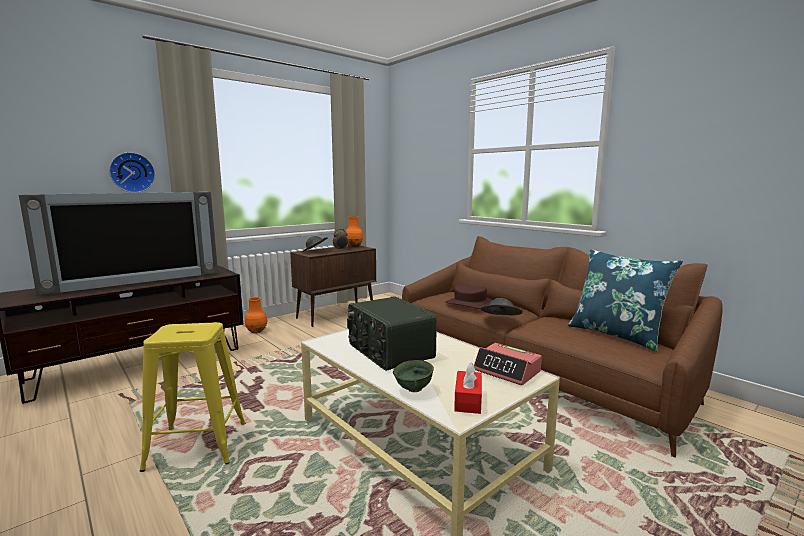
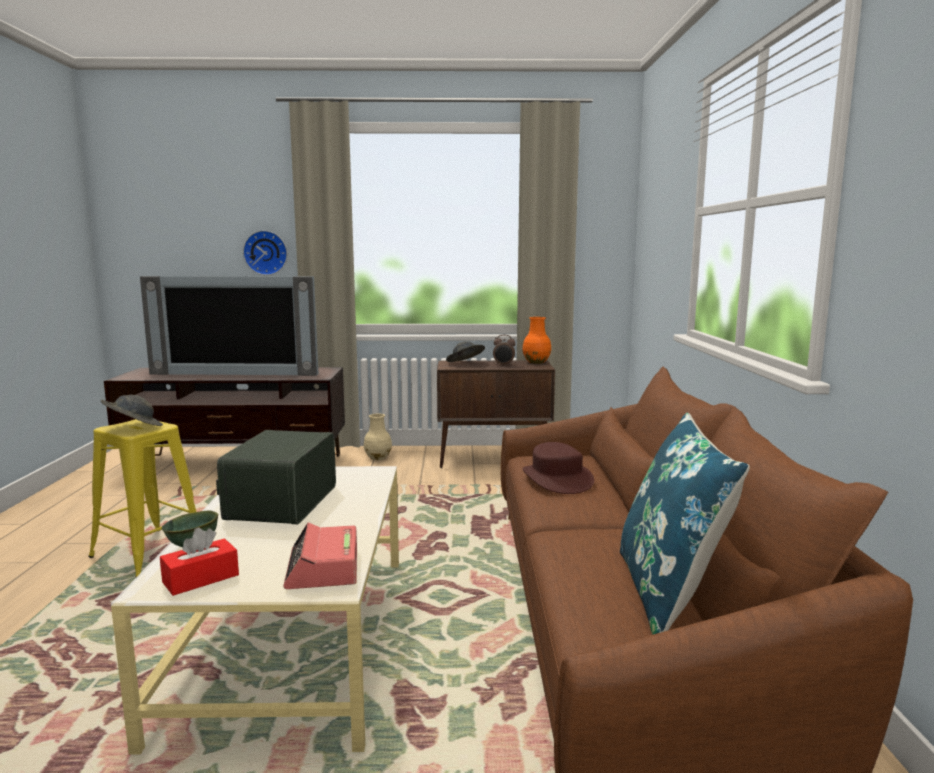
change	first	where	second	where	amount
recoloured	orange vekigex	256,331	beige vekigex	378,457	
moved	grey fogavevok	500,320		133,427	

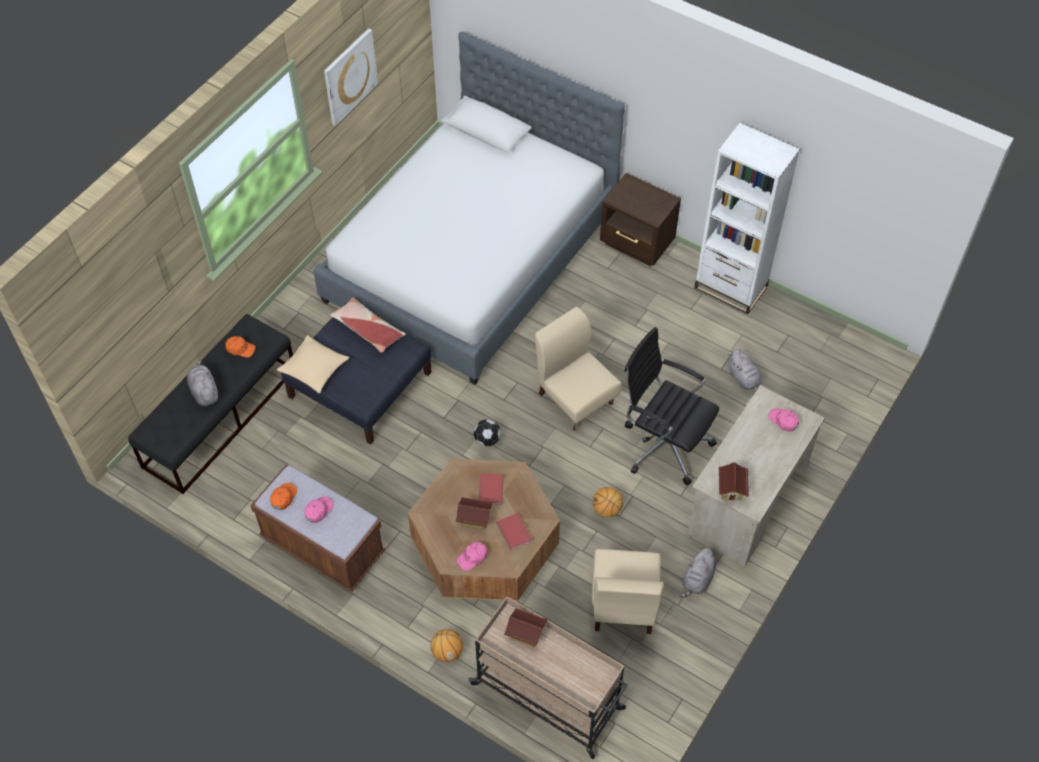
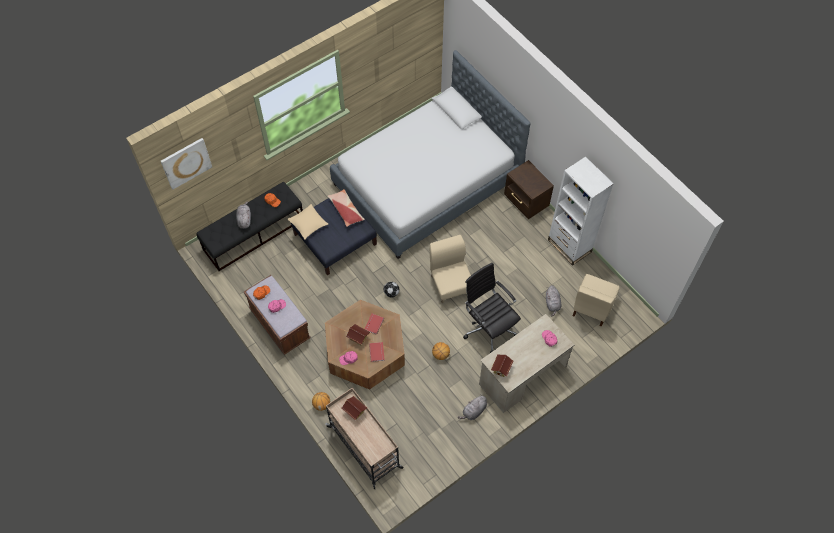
change	first	where	second	where	amount
moved	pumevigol	349,76		186,163	
moved	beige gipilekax	623,604		592,307	

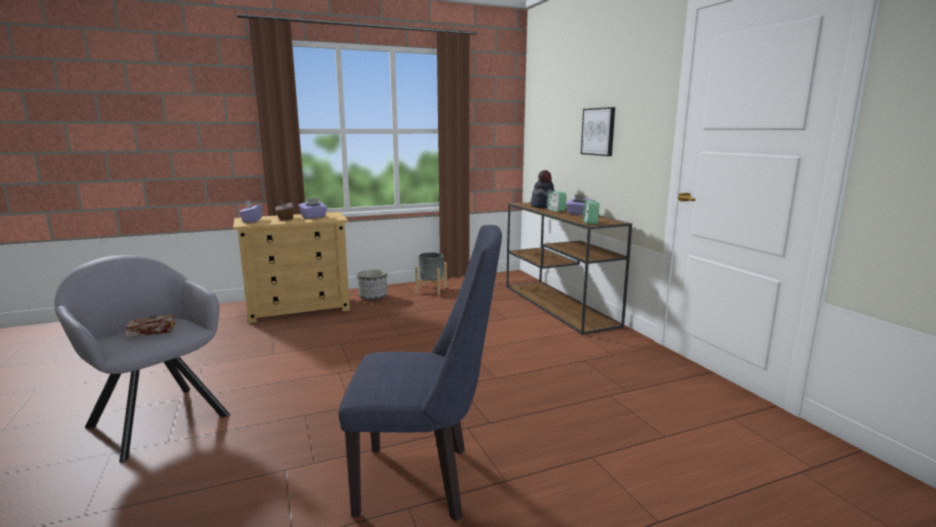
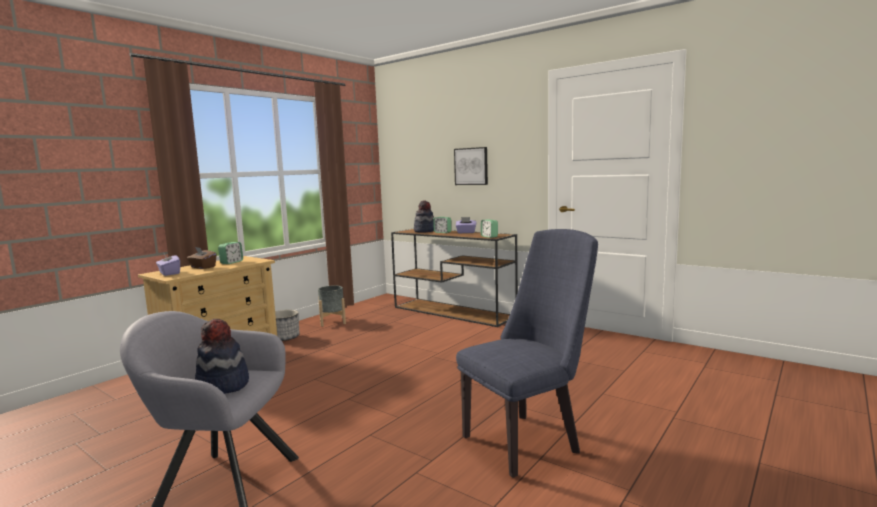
change	first	where	second	where	amount
replaced	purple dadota	314,217	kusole	231,262	
replaced	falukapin	149,331	fogavevok	222,385	

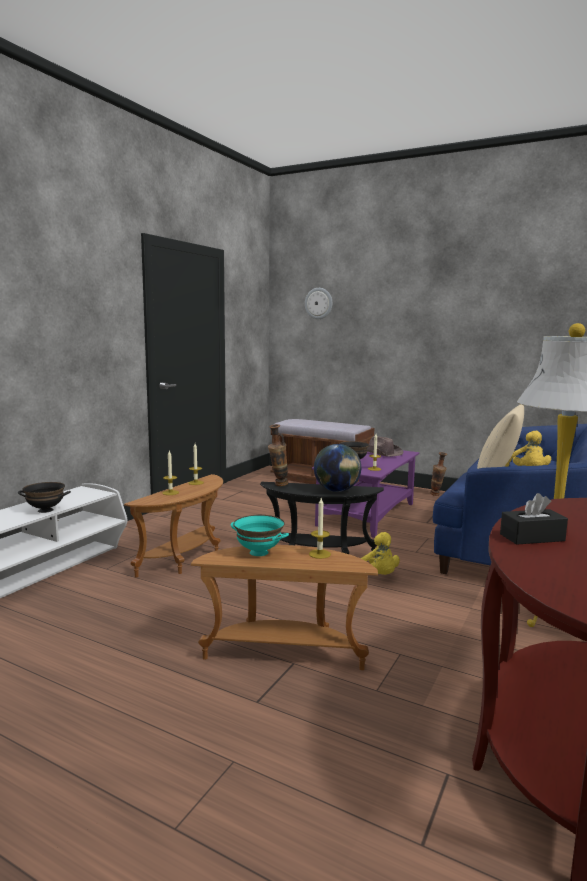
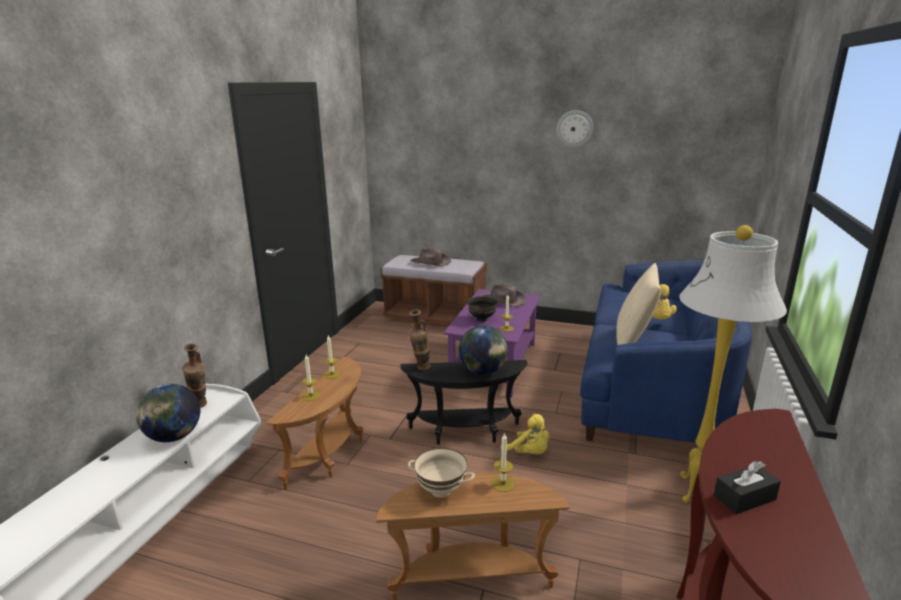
change	first	where	second	where	amount
moved	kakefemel	318,303		575,129	
moved	vekigex	437,495		201,406	
replaced	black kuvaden	45,510	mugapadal	174,437	
recoloured	turquoise kuvaden	258,552	beige kuvaden	440,491	
added			brown fogavevok	431,262	

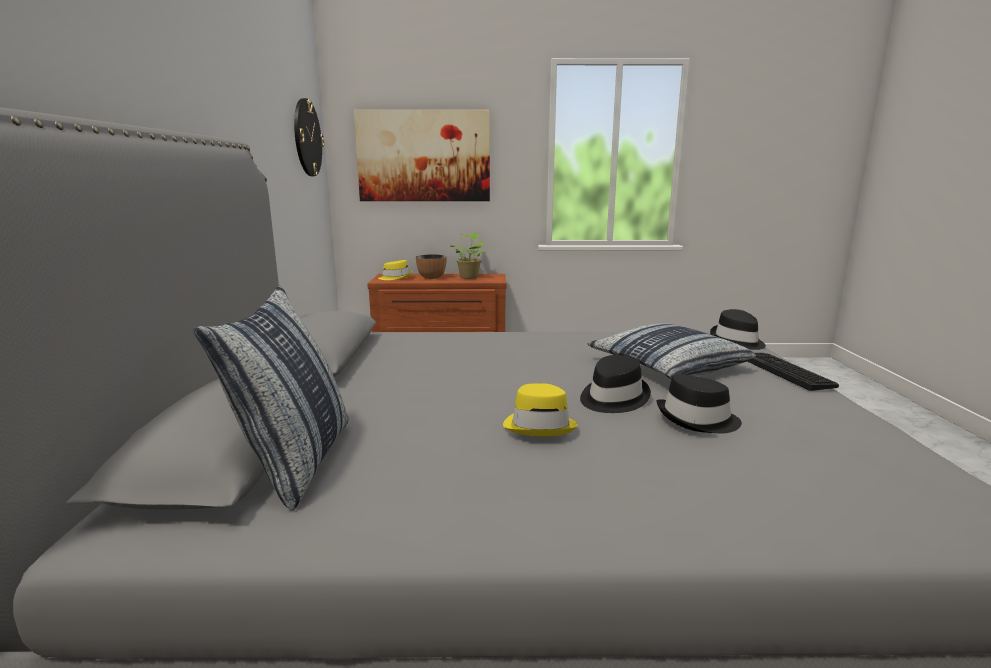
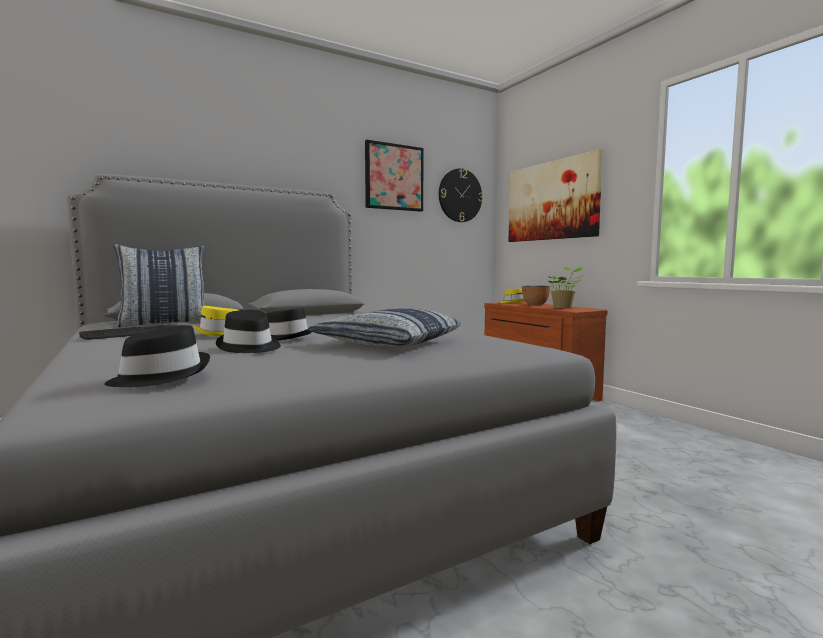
change	first	where	second	where	amount
moved	black fogavevok	737,341		160,376	
moved	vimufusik	786,371		130,334	
added			pumevigol	394,177	

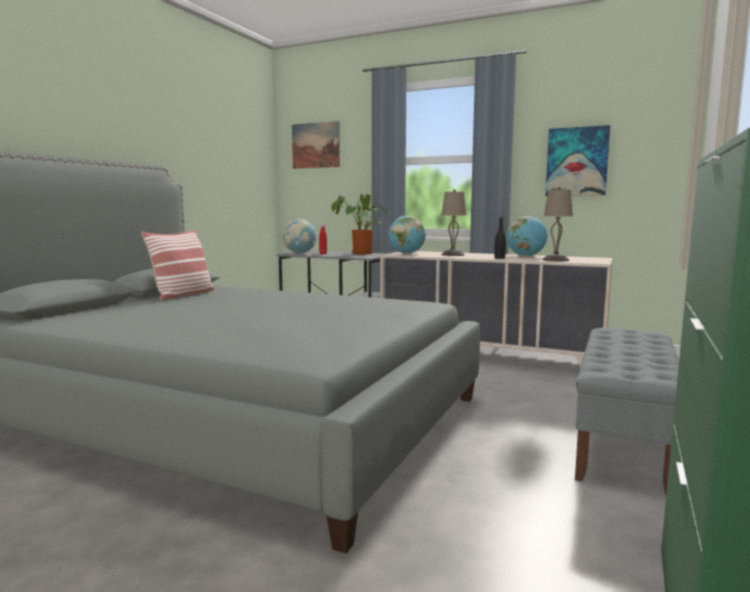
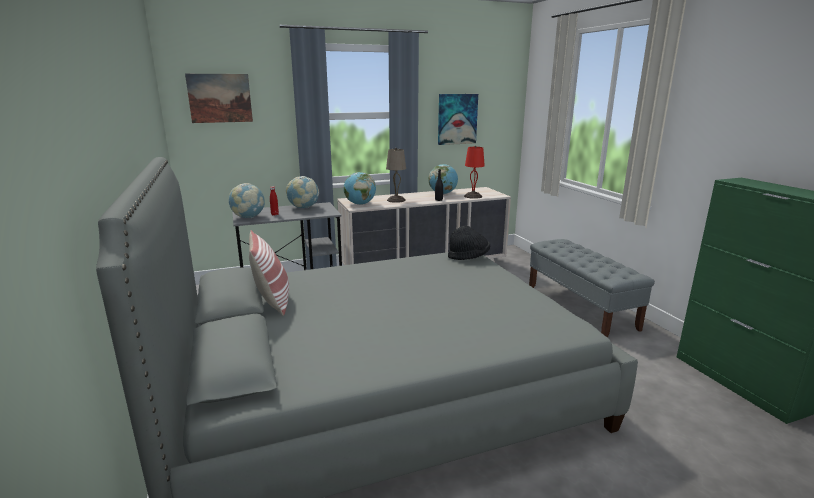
change	first	where	second	where	amount
recoloured	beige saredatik	555,260	red saredatik	472,196	
replaced	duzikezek	359,253	mugapadal	303,208	
added			black fogavevok	468,257	

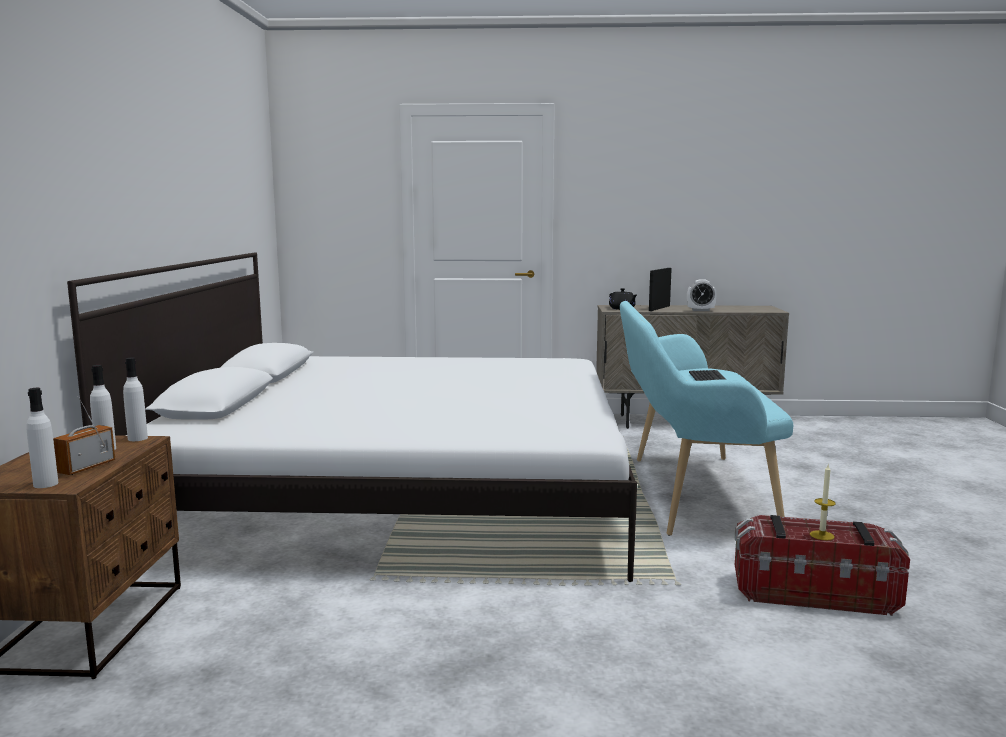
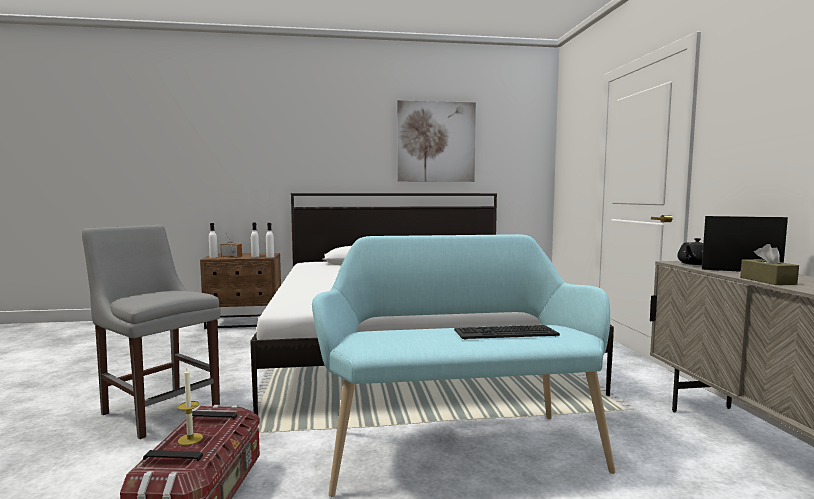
change	first	where	second	where	amount
replaced	kusole	700,310	brown dadota	767,281	
added			pumevigol	436,142	
added			grey gipilekax	159,409	

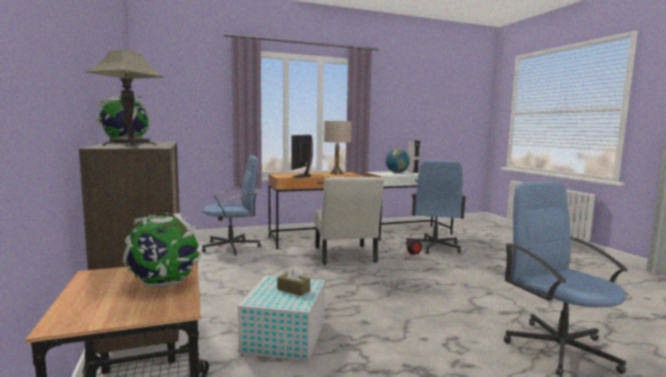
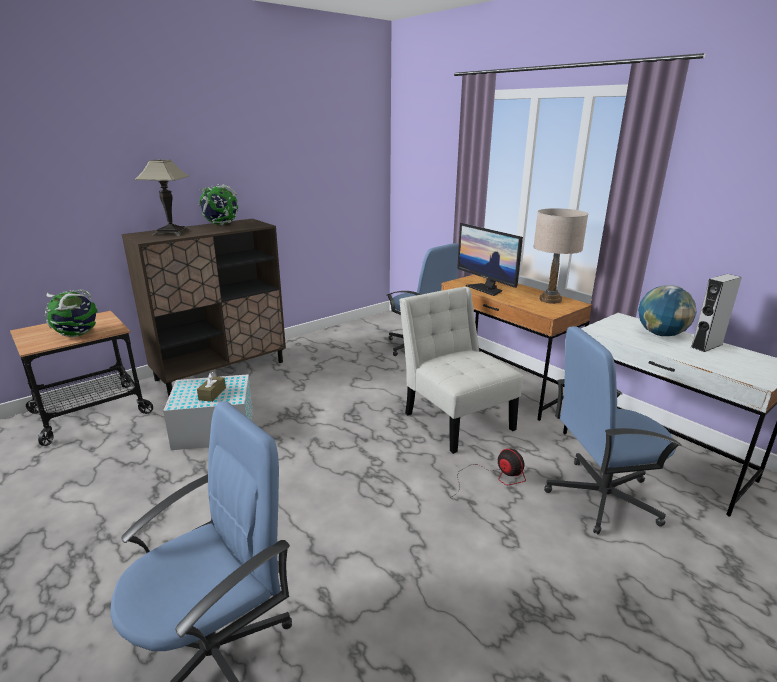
change	first	where	second	where	amount
turned	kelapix	303,176		486,289	120 degrees counterclockwise
turned	white gipilekax	345,256		455,418	90 degrees clockwise

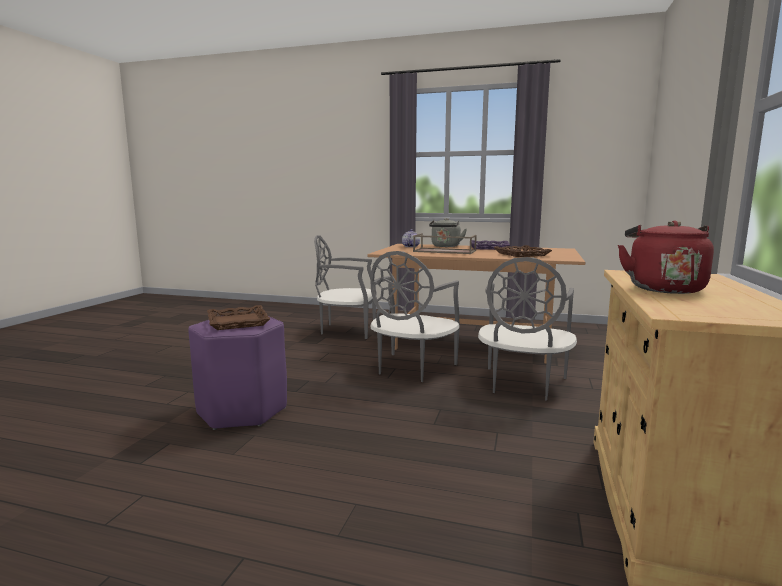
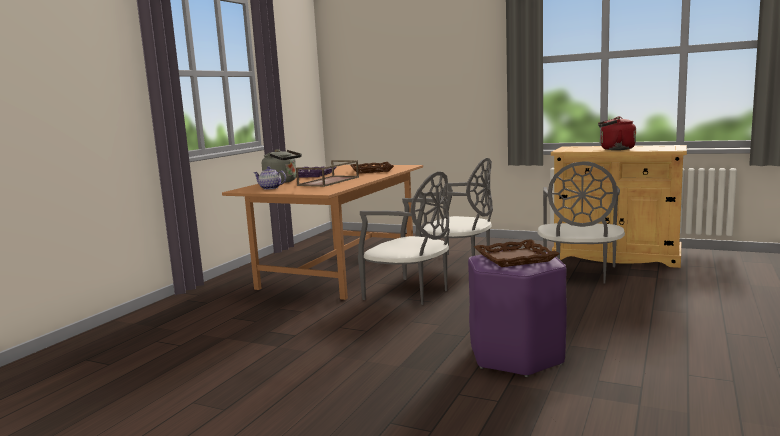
change	first	where	second	where	amount
moved	grey gipilekax	347,329		579,274	

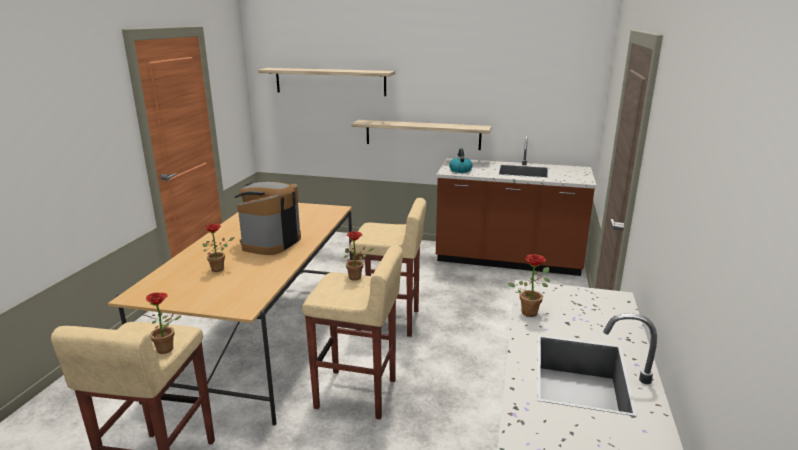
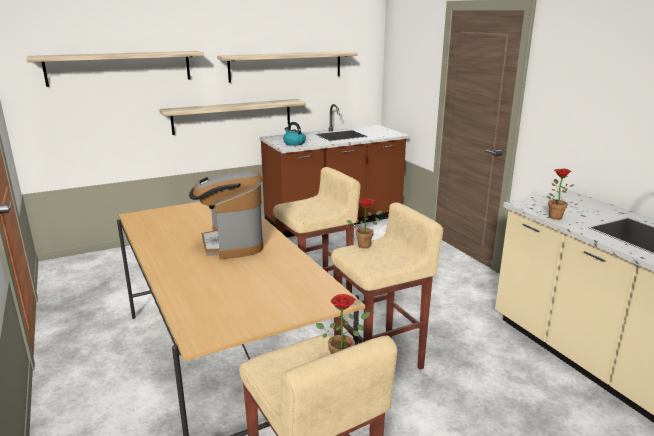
change	first	where	second	where	amount
removed	duzikezek	220,268			
added			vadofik	286,66	

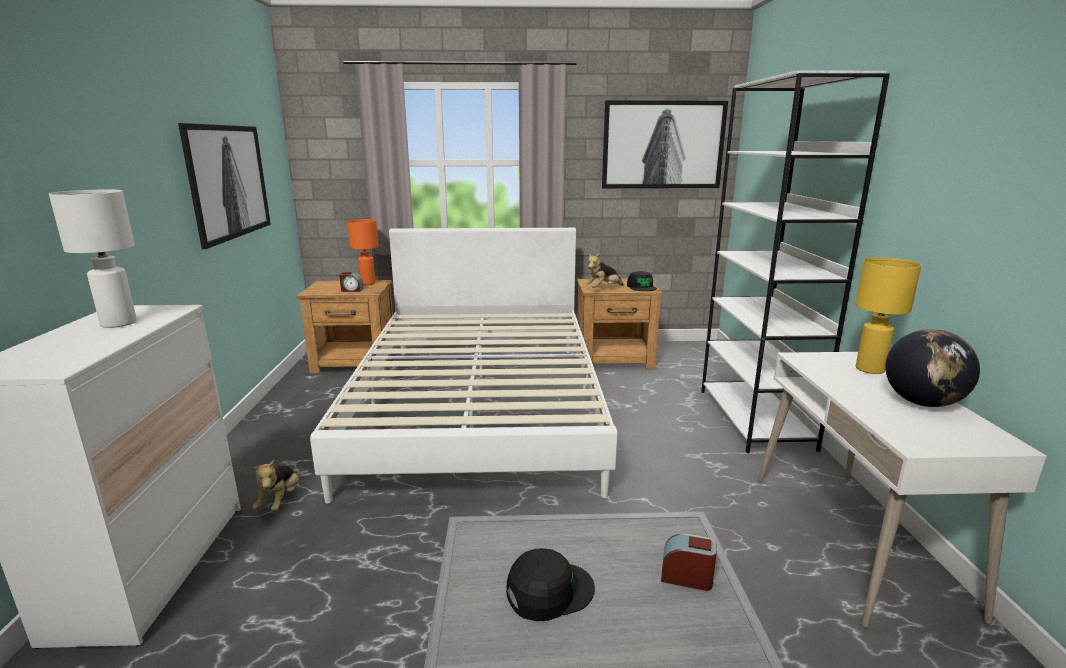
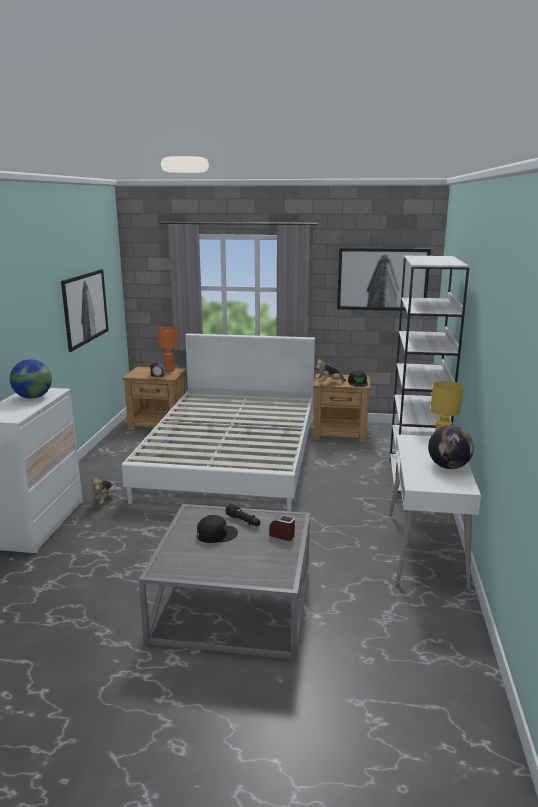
change	first	where	second	where	amount
replaced	white saredatik	120,323	mugapadal	33,397	
added			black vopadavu	243,521	

